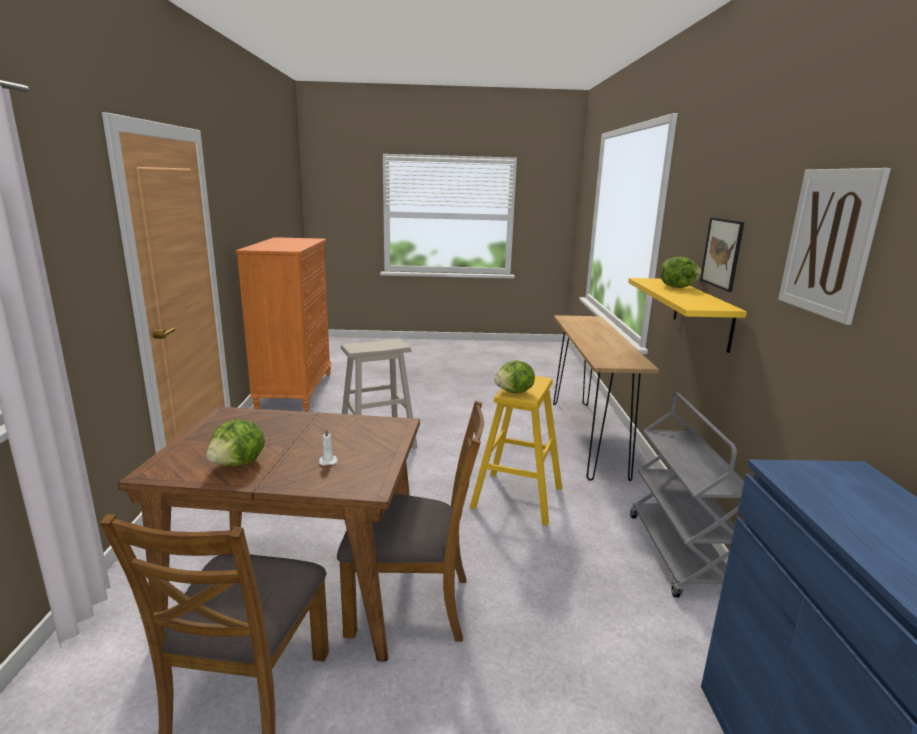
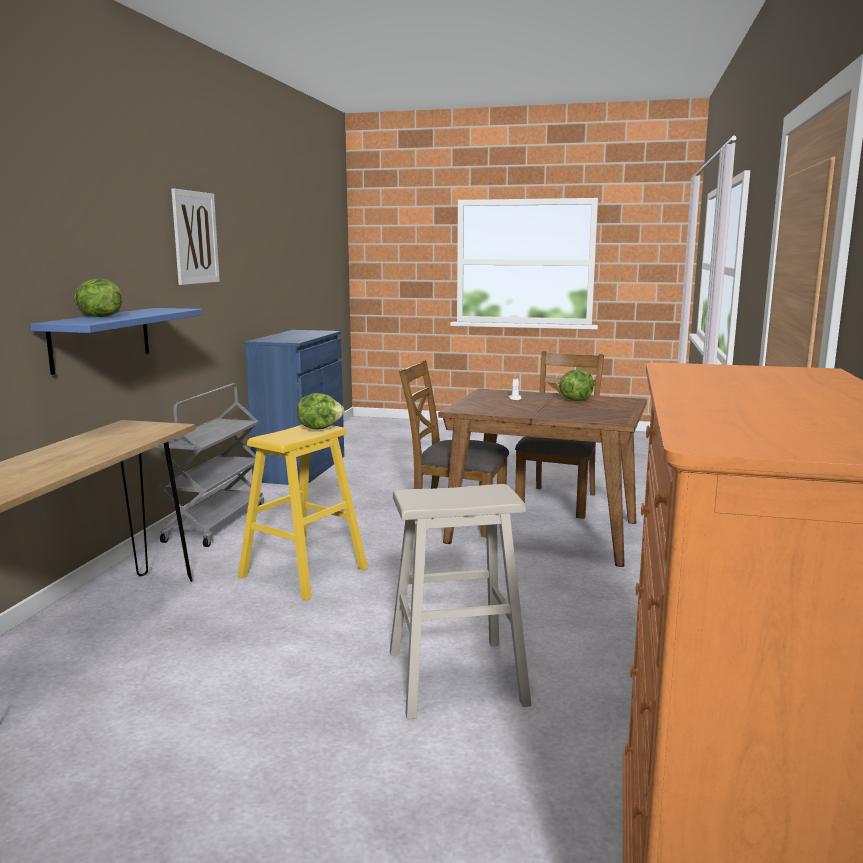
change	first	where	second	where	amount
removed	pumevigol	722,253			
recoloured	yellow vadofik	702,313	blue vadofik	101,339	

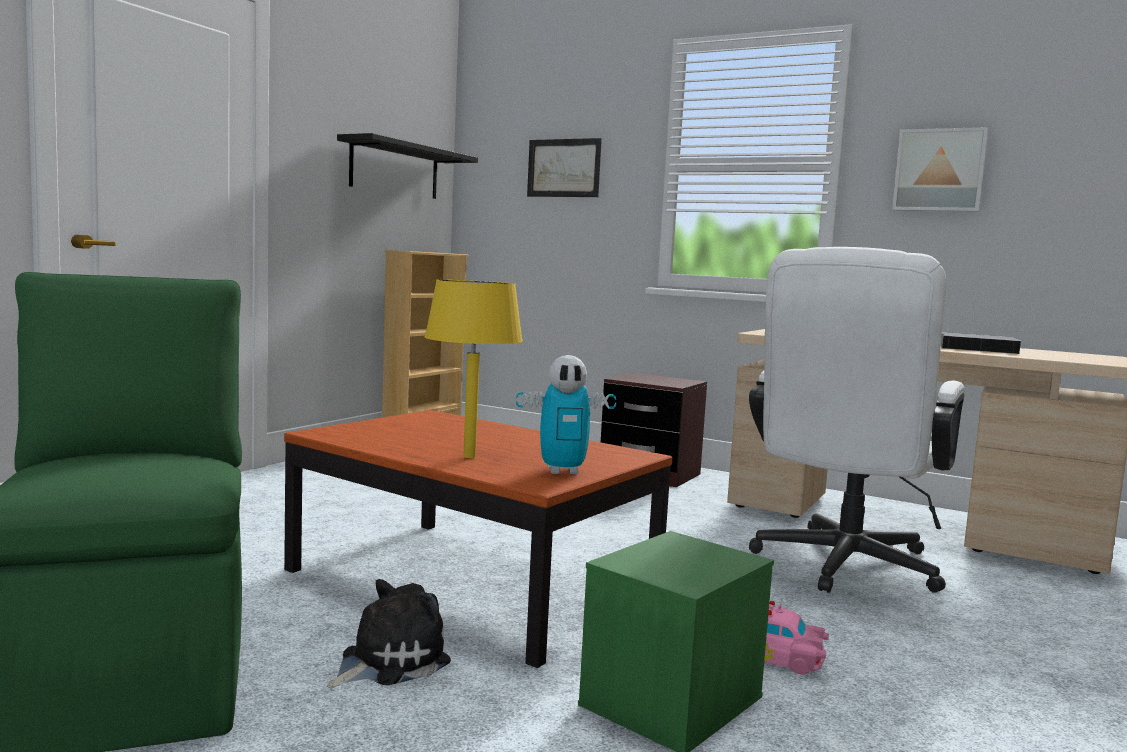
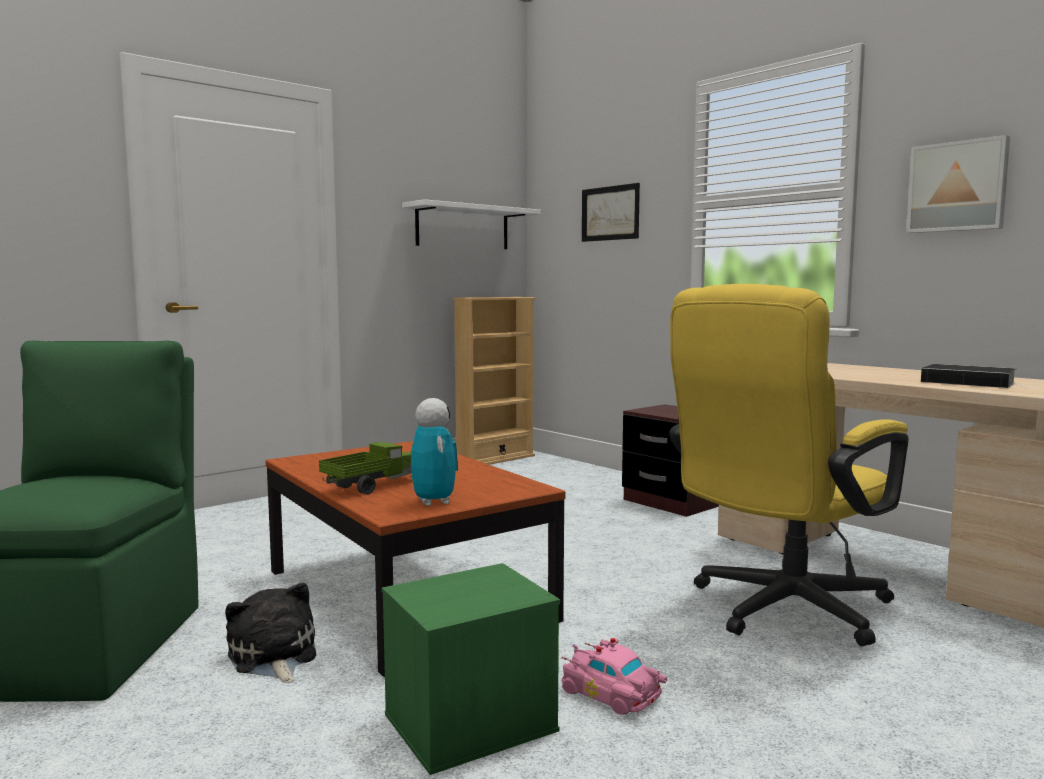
change	first	where	second	where	amount
recoloured	black vadofik	395,170	white vadofik	463,227	
recoloured	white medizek	841,568	yellow medizek	779,611	
replaced	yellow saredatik	469,456	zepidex	375,485	
turned	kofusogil	563,471		434,502	120 degrees counterclockwise
turned	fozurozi	389,662		273,657	90 degrees counterclockwise

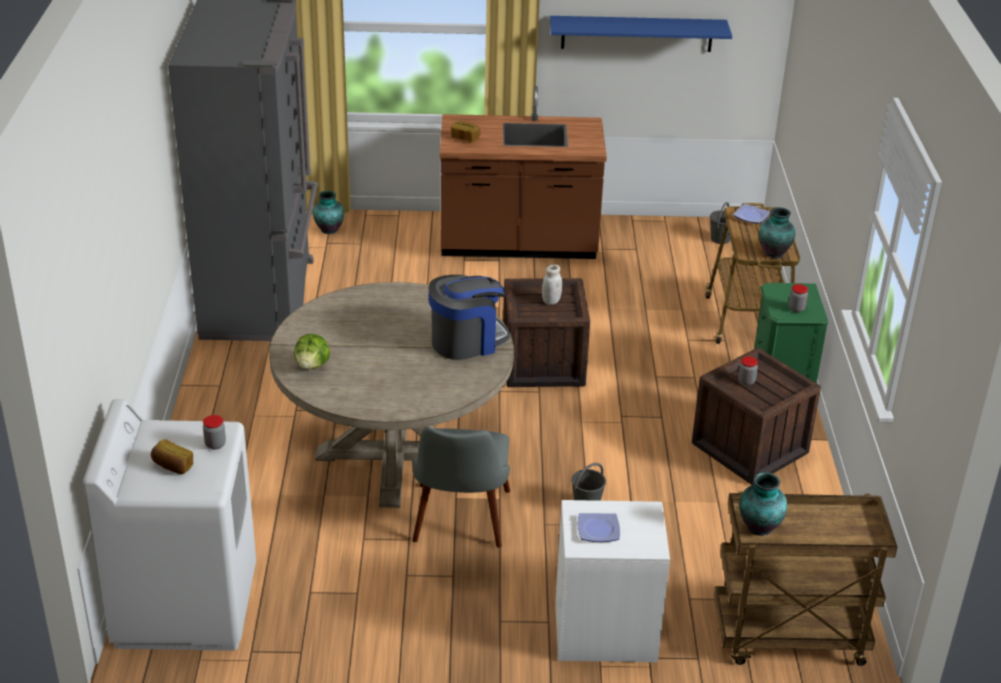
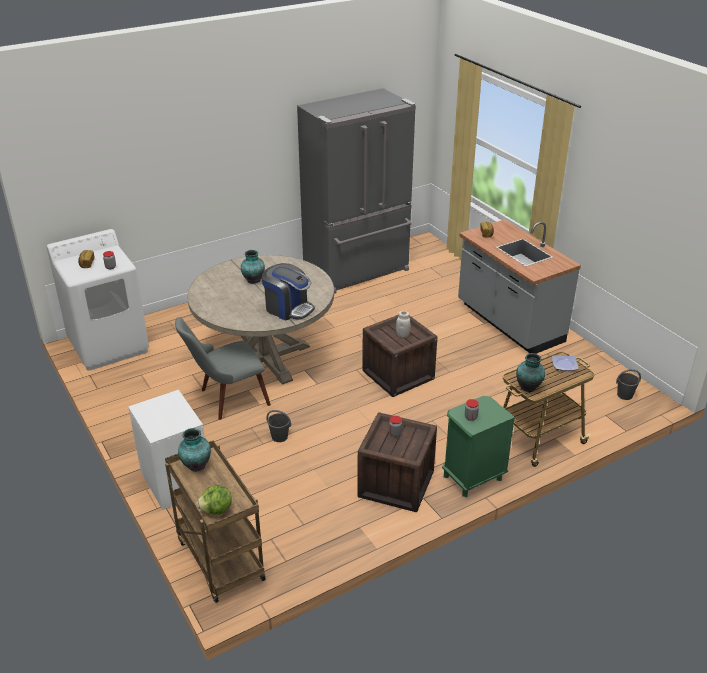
change	first	where	second	where	amount
removed	blue vadofik	637,33			
recoloured	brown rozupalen	518,245	grey rozupalen	508,323	
moved	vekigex	328,230		253,280	
moved	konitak	312,365		216,510	
removed	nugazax	597,530			

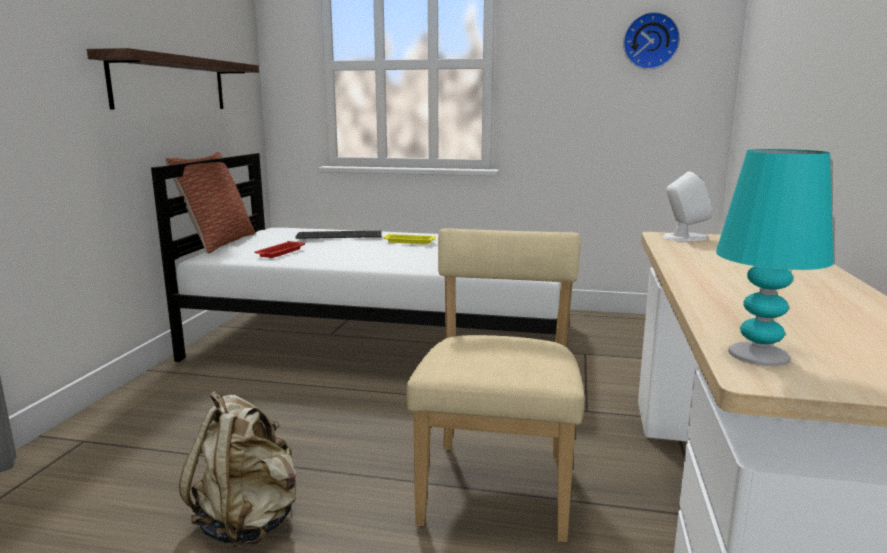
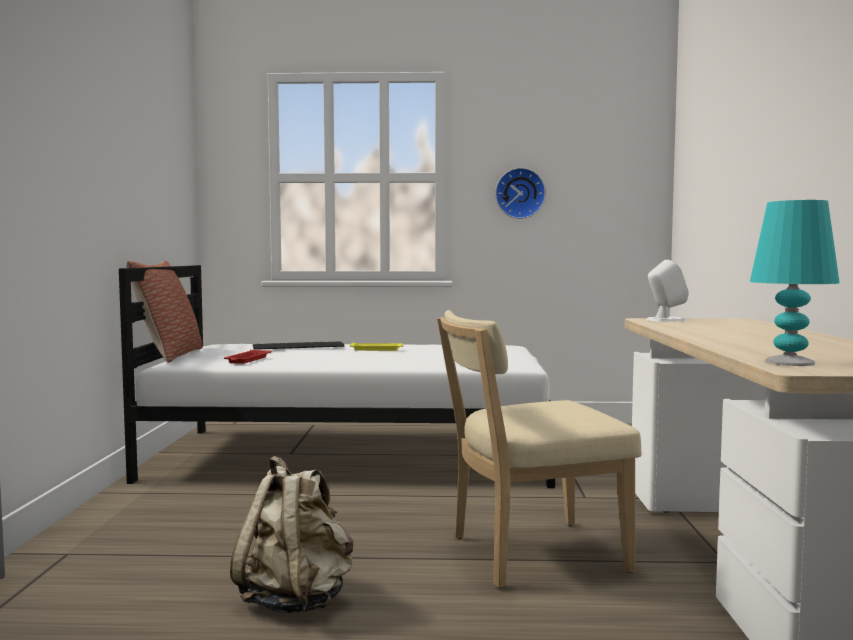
change	first	where	second	where	amount
moved	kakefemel	650,41		520,193	
removed	vadofik	170,84			
turned	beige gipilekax	498,484		529,554	105 degrees counterclockwise

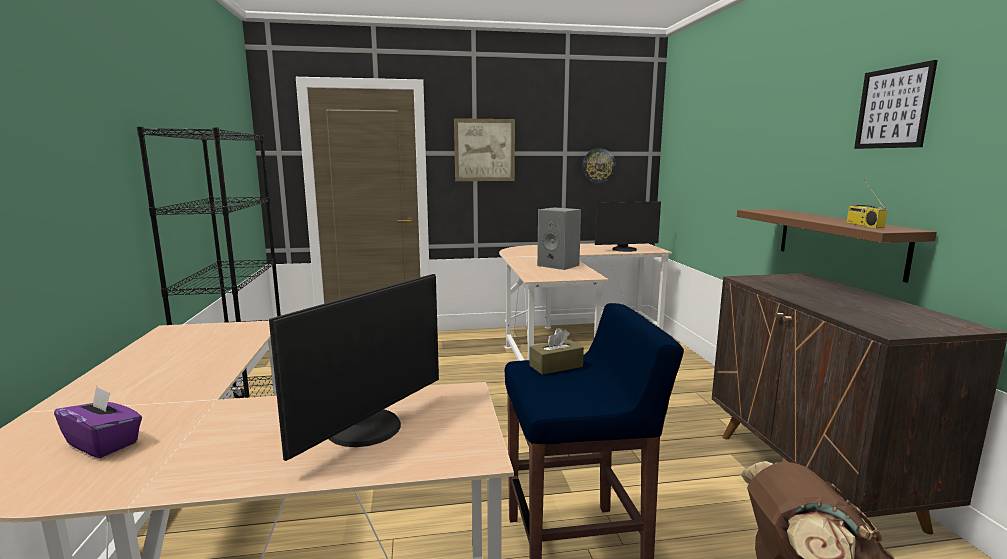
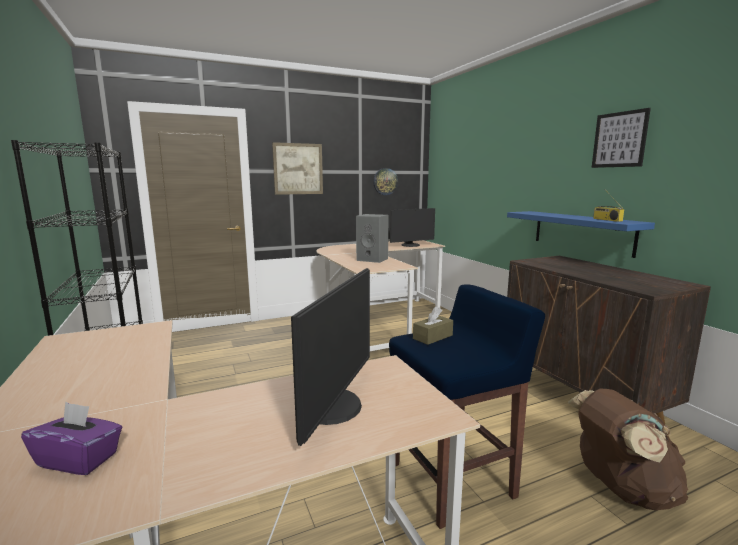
change	first	where	second	where	amount
recoloured	brown vadofik	839,241	blue vadofik	581,232	

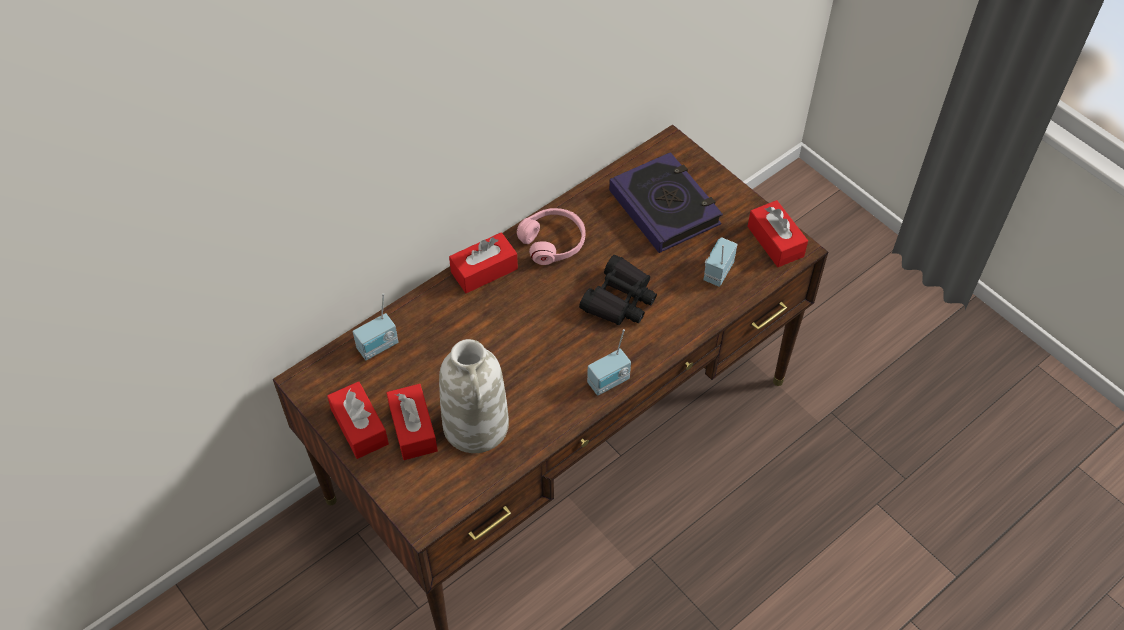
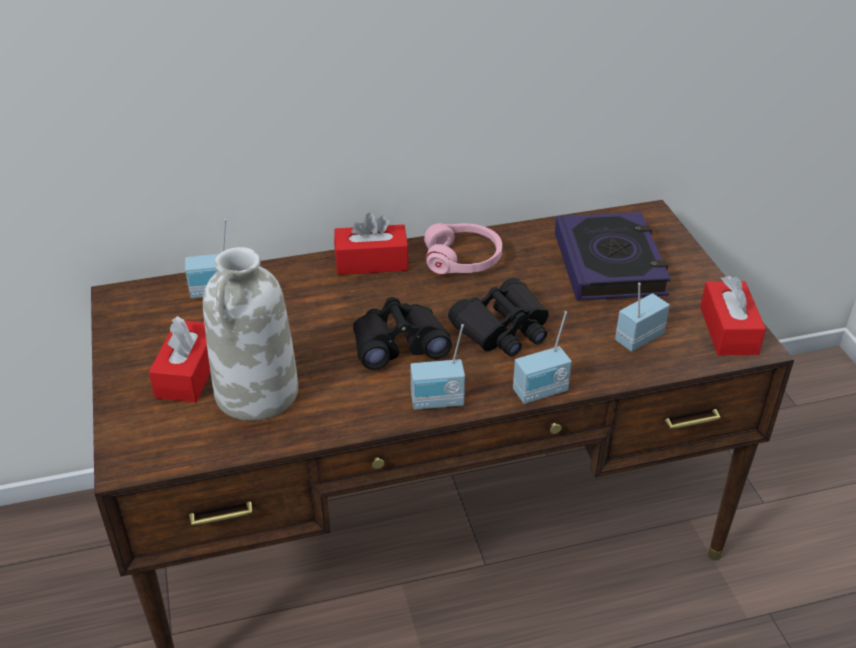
change	first	where	second	where	amount
removed	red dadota	359,427			
added			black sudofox	398,344	
added			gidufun	541,392	

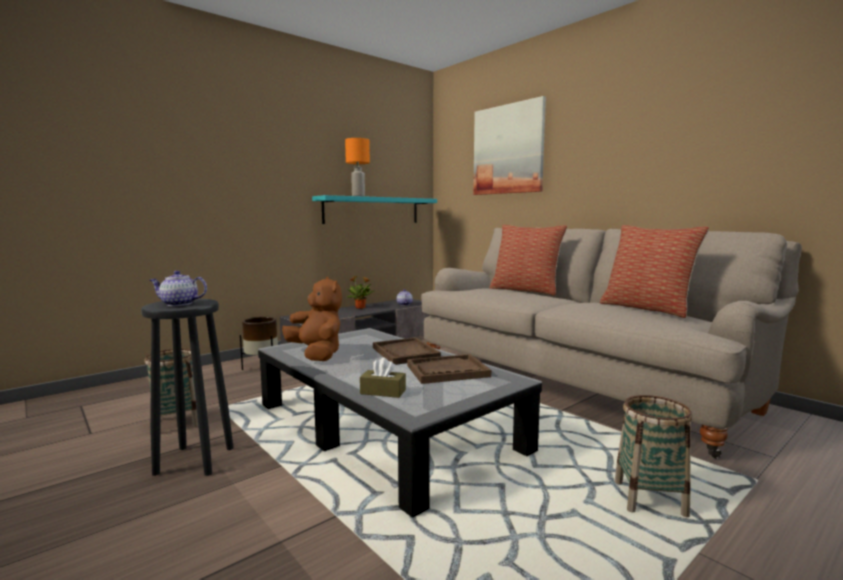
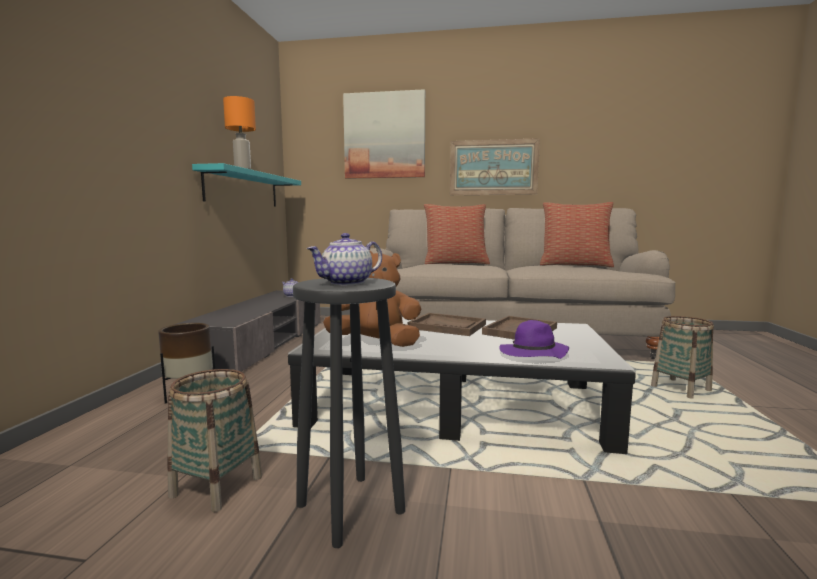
change	first	where	second	where	amount
removed	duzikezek	360,308			
replaced	brown dadota	383,392	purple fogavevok	532,354	
added			pumevigol	493,167	

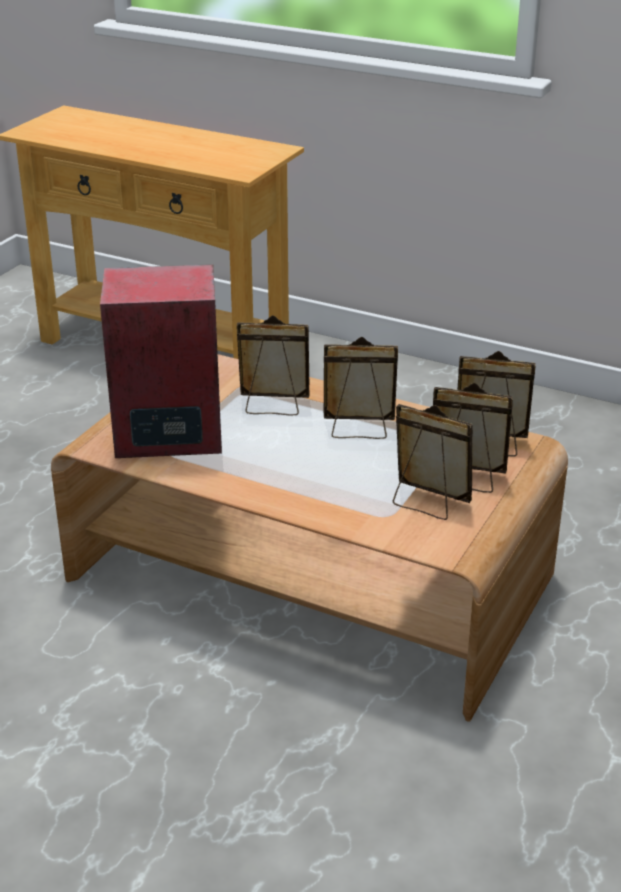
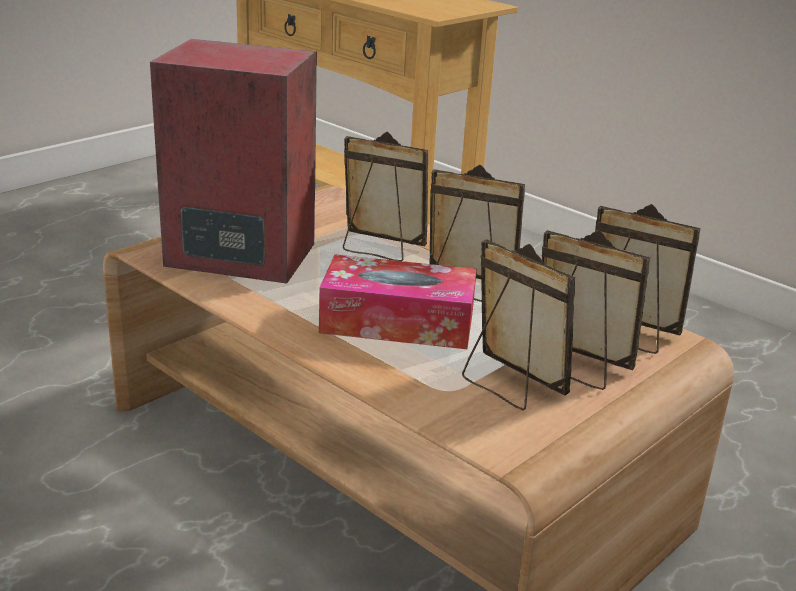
change	first	where	second	where	amount
added			dadota	397,322	

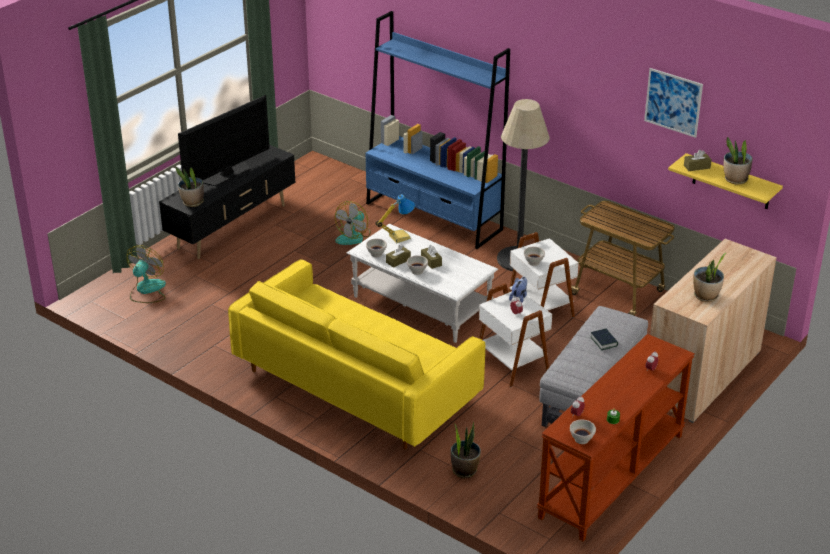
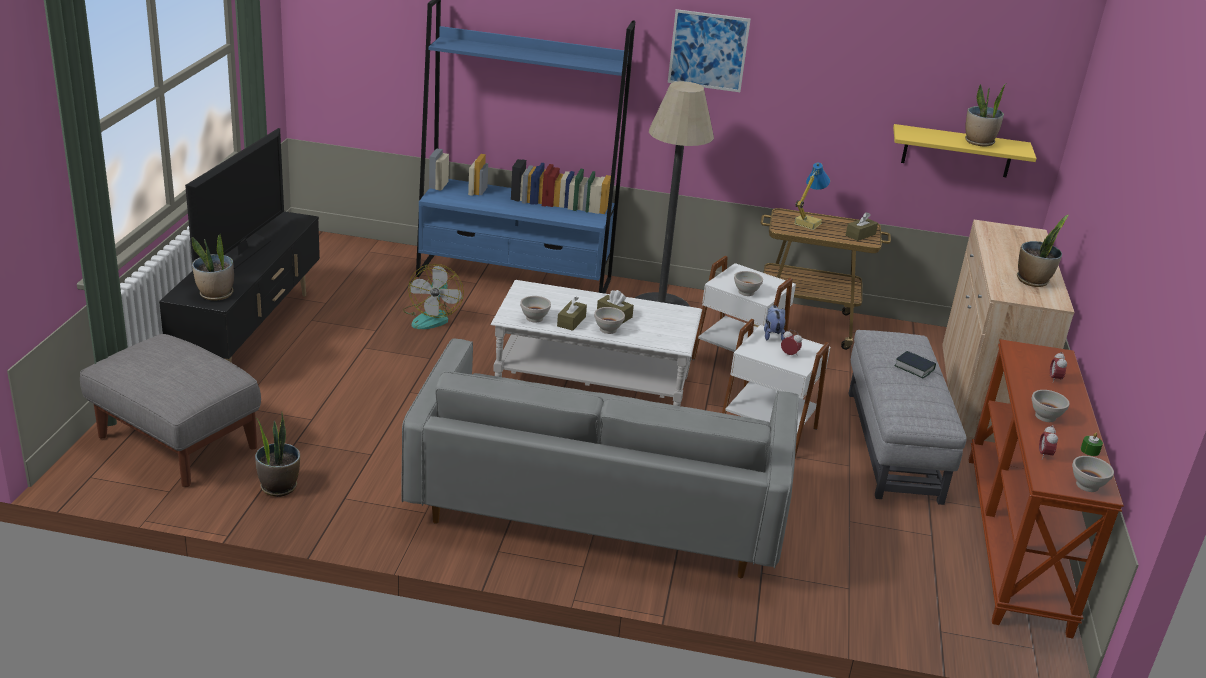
change	first	where	second	where	amount
moved	pumevigol	673,102		708,51	
moved	brown dadota	697,167		860,235	
moved	saredatik	399,237		806,223	
replaced	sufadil	147,290	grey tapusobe	177,442	
recoloured	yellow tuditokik	356,385	grey tuditokik	599,505	
moved	duzikezek	464,470		279,486	
added			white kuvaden	1046,417	

